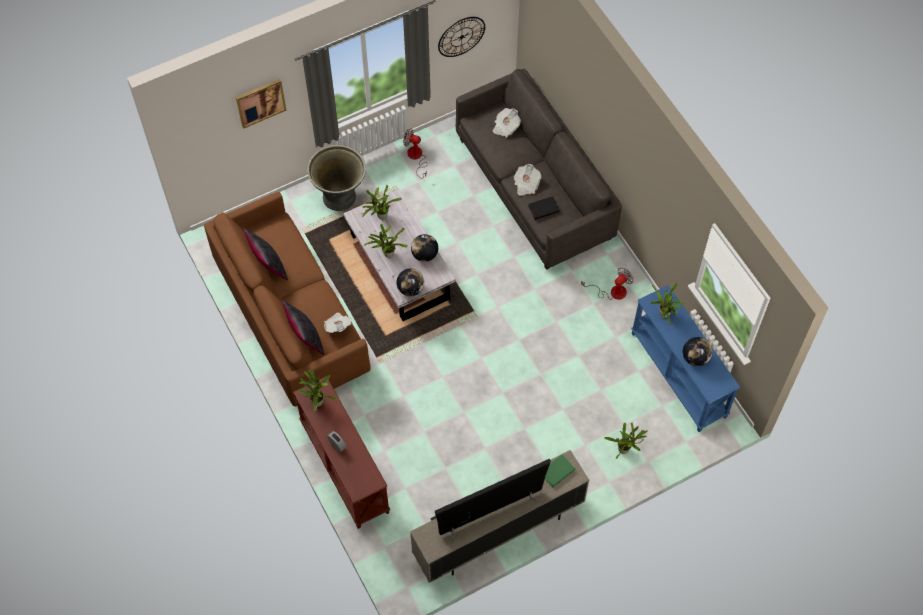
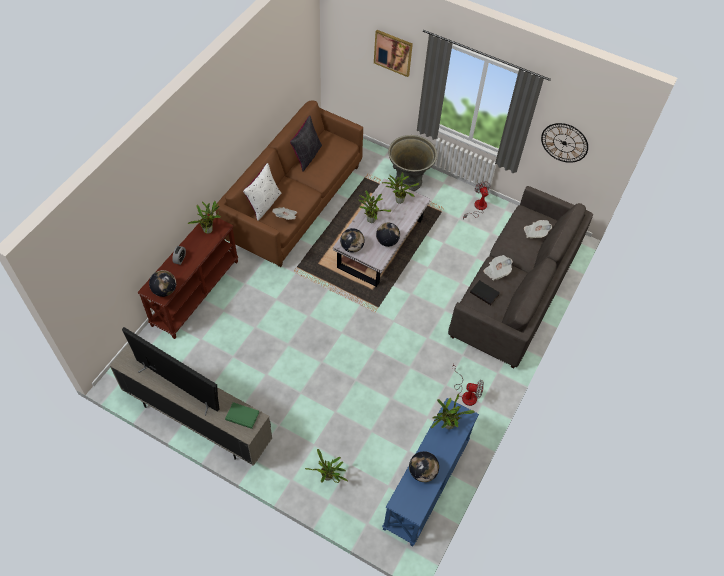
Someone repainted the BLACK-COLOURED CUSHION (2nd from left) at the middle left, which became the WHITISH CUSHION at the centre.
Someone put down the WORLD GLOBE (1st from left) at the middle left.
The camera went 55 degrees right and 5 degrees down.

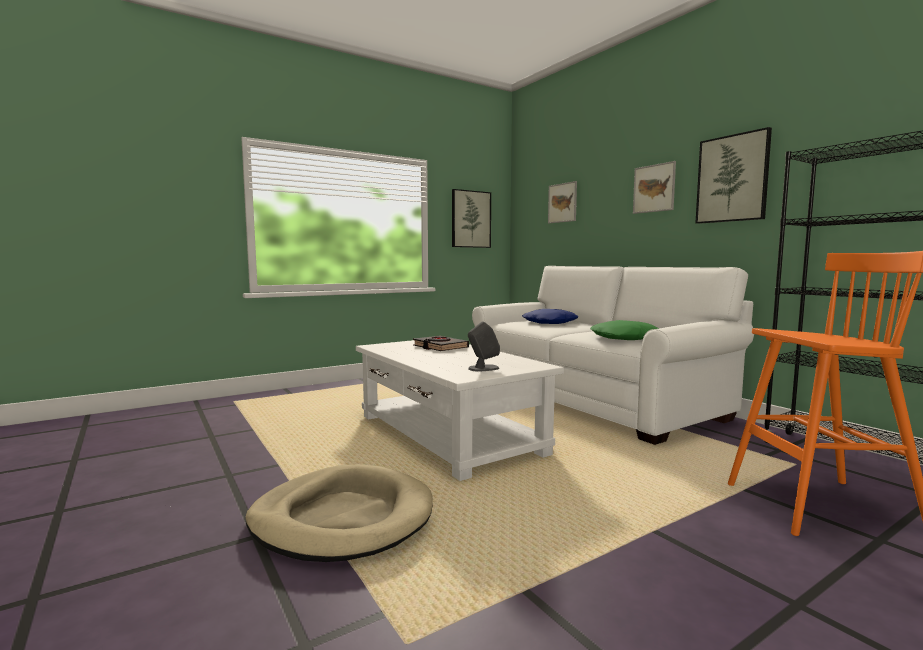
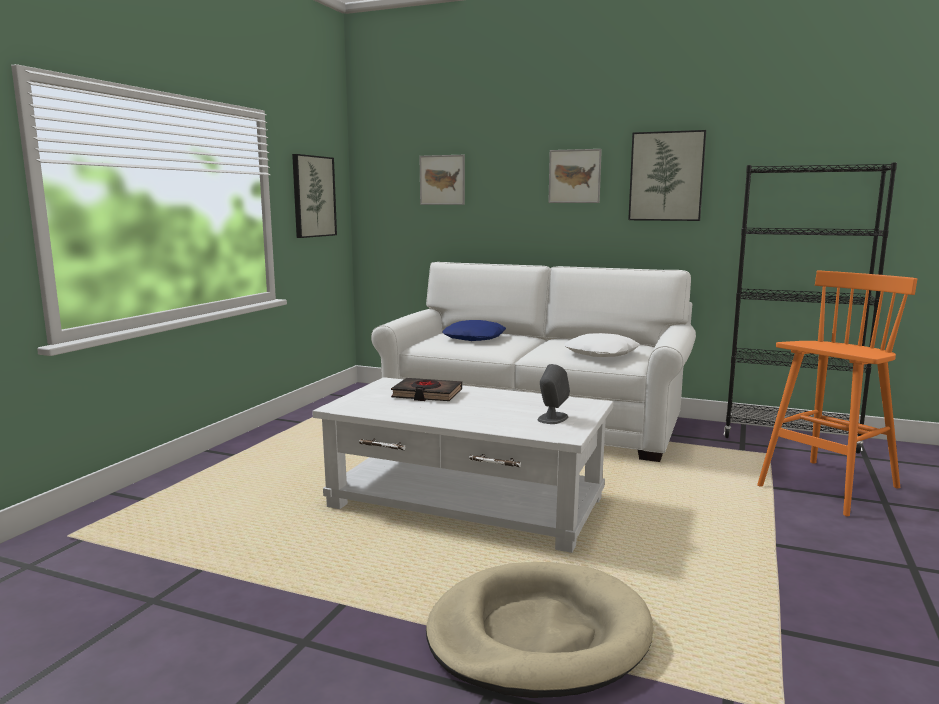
Someone repainted the GREEN CUSHION at the middle right, which became the WHITISH CUSHION at the centre.
The camera went 35 degrees left and 5 degrees up.

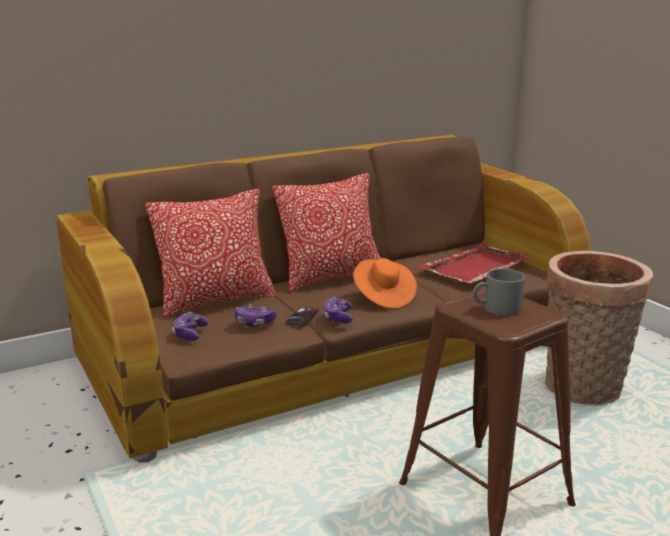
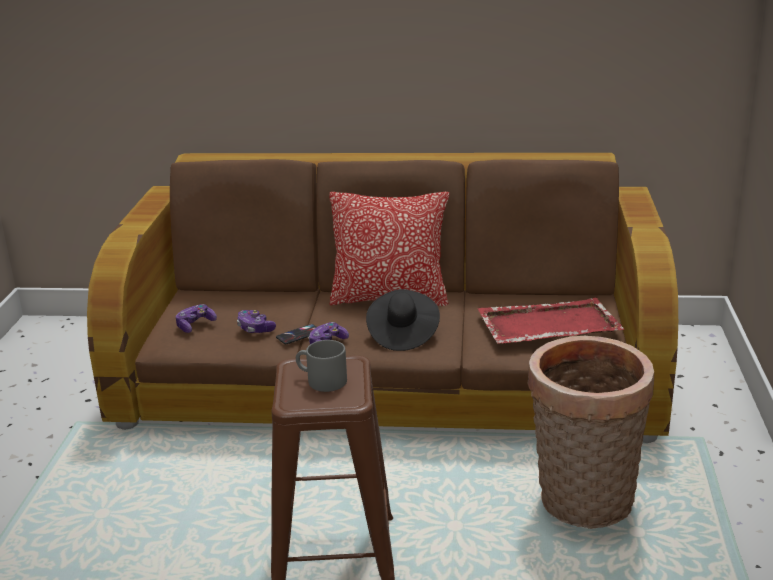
Someone took away the CUSHION (1st from left) at the middle left.
Someone repainted the ORANGEY WEARABLE HAT at the centre, which became the BLACK-COLOURED WEARABLE HAT at the centre.
The camera went 35 degrees right and 5 degrees up.

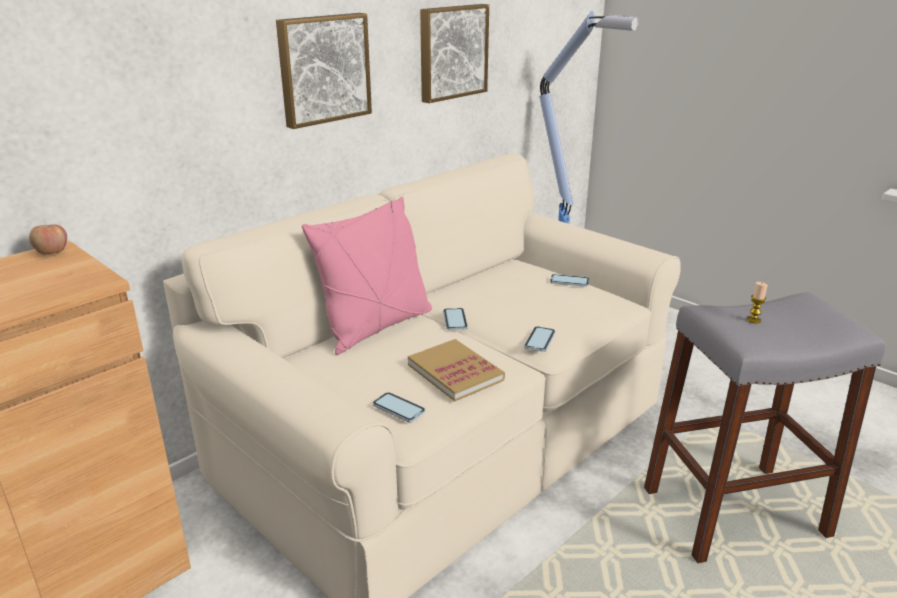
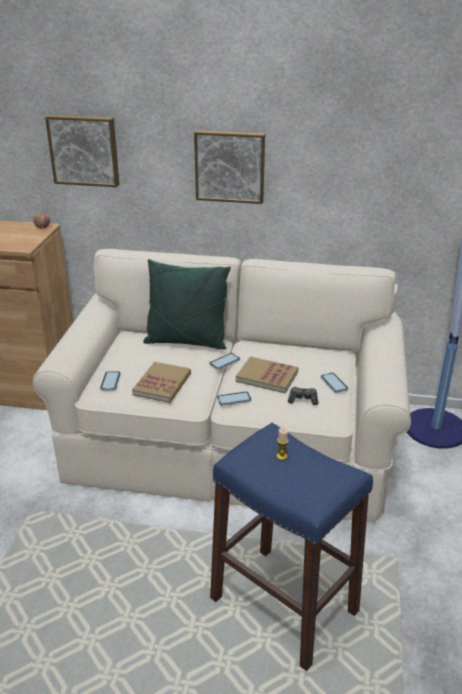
Someone carried the PICTURE (2nd from left in the first image) from the top centre to the top left.
Someone repainted the PINK-COLOURED CUSHION at the centre, which became the GREEN CUSHION at the centre.
Someone repainted the GREY STOOL SEAT at the bottom right, which became the BLUISH STOOL SEAT at the bottom centre.
Someone put down the BOOK (2nd from left) at the centre.
Someone put down the GAME CONTROLLER at the centre.
The camera went 55 degrees right and 5 degrees up.

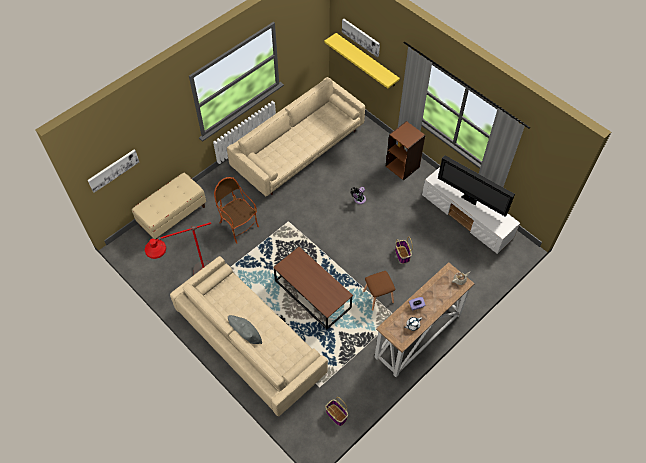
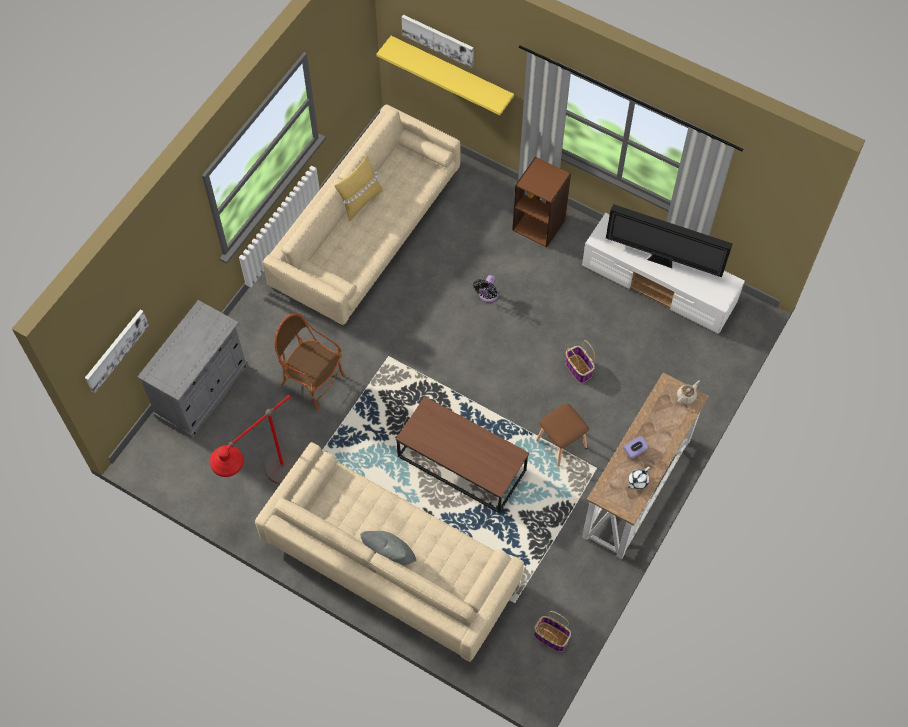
Someone swapped the SAND-COLOURED BENCH at the middle left for the GREY STORAGE CABINET at the middle left.
Someone put down the YELLOWISH CUSHION at the top centre.
The camera went 15 degrees left and 5 degrees up.

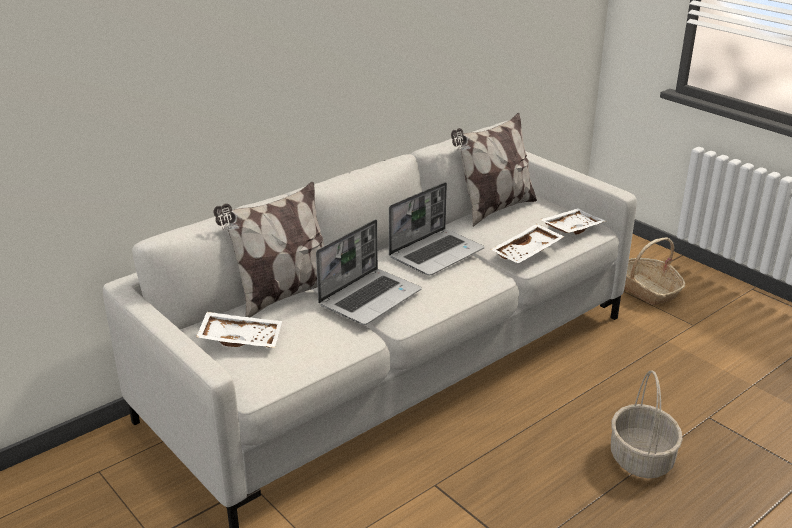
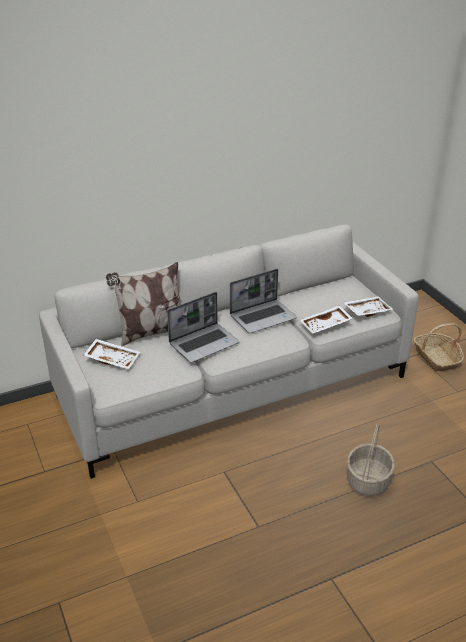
Someone took away the CUSHION (2nd from left) at the top centre.
The camera went 15 degrees right and 5 degrees up.

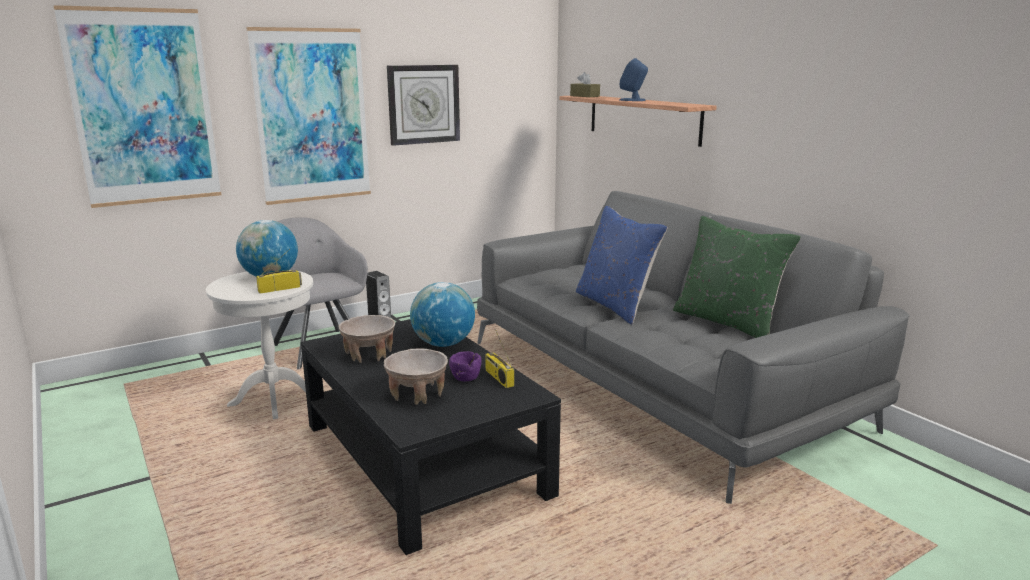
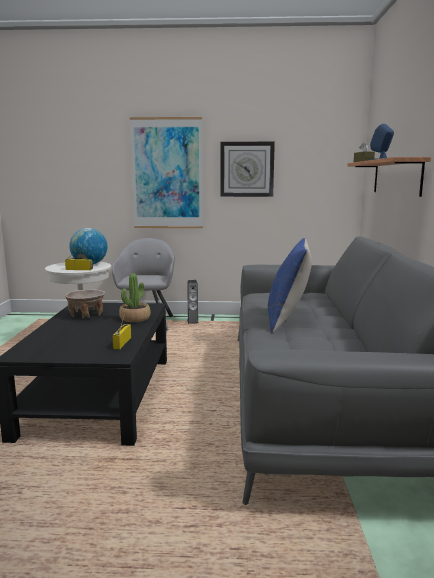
Someone took away the PICTURE (1st from left) at the top left.
Someone took away the GREEN CUSHION at the middle right.
Someone swapped the WORLD GLOBE (2nd from left) at the centre for the PLANT IN A POT at the middle left.
Someone took away the SAND-COLOURED BOWL (2nd from left) at the centre.
Someone took away the PURPLE BOWL at the centre.
The camera went 35 degrees right and 5 degrees down.

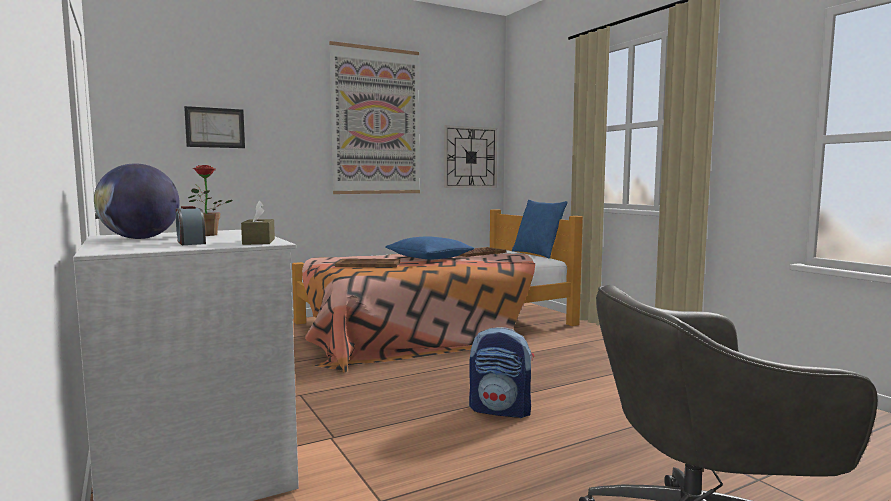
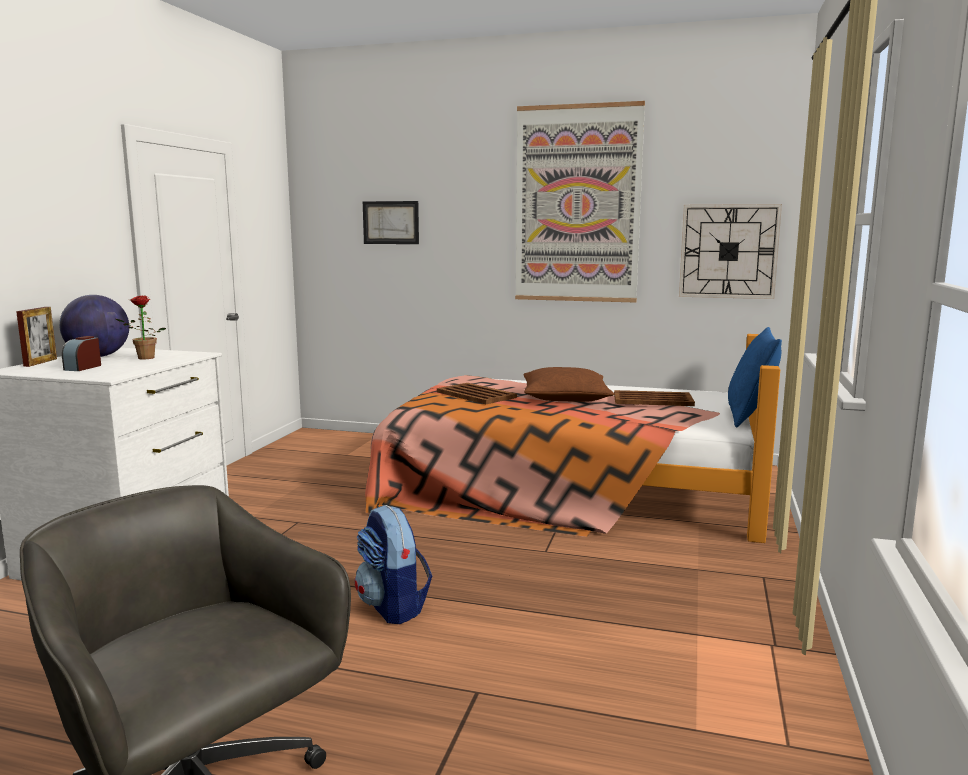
Someone took away the BROWNISH TISSUE BOX at the middle left.
Someone repainted the BLUISH CUSHION (1st from left) at the centre, which became the BROWNISH CUSHION at the centre.
Someone put down the PHOTO FRAME at the middle left.
The camera went 45 degrees right and 5 degrees up.

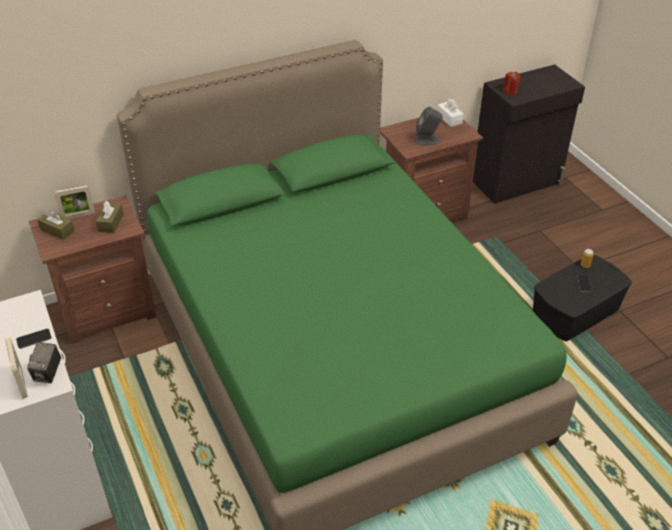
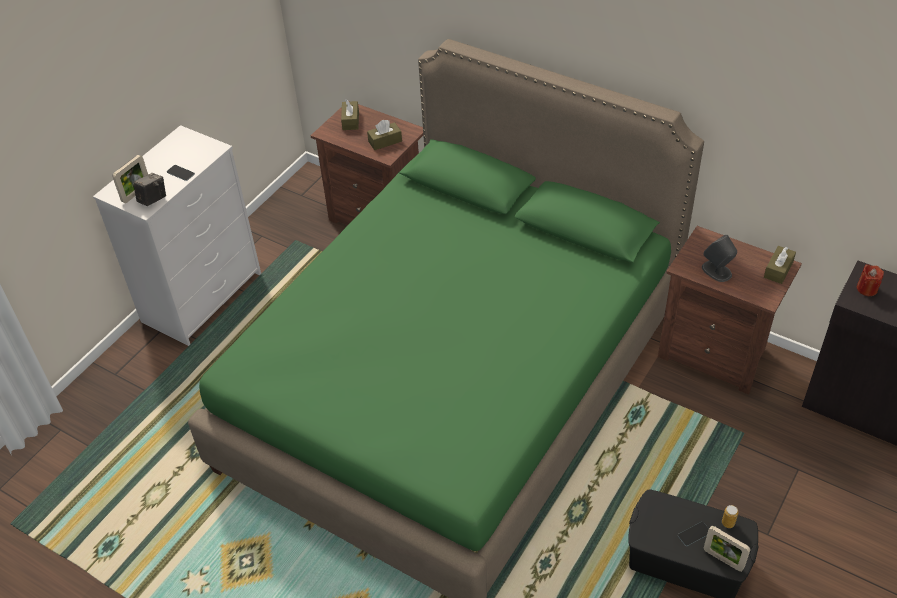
Someone repainted the WHITISH TISSUE BOX at the top right, which became the BROWNISH TISSUE BOX (3rd from left) at the middle right.
Someone carried the PHOTO FRAME (2nd from left) from the middle left to the bottom right.
Someone rotated the STILL CAMERA at the bottom left by 150 degrees clockwise.
The camera went 60 degrees right and 5 degrees up.

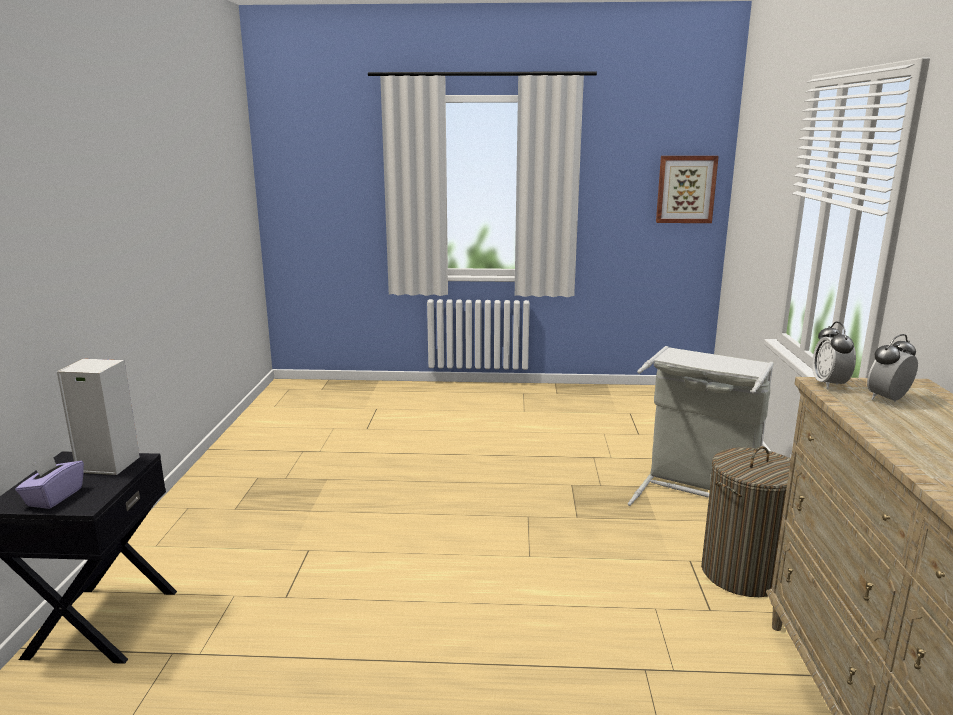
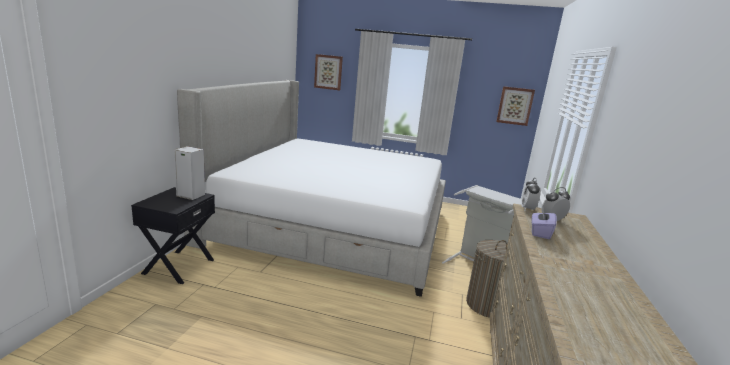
Someone carried the PURPLE TISSUE BOX from the bottom left to the middle right.
Someone put up the PICTURE (1st from left) at the top centre.
Someone put down the SLEEPING BED at the centre.
The camera went 10 degrees right and 0 degrees up.

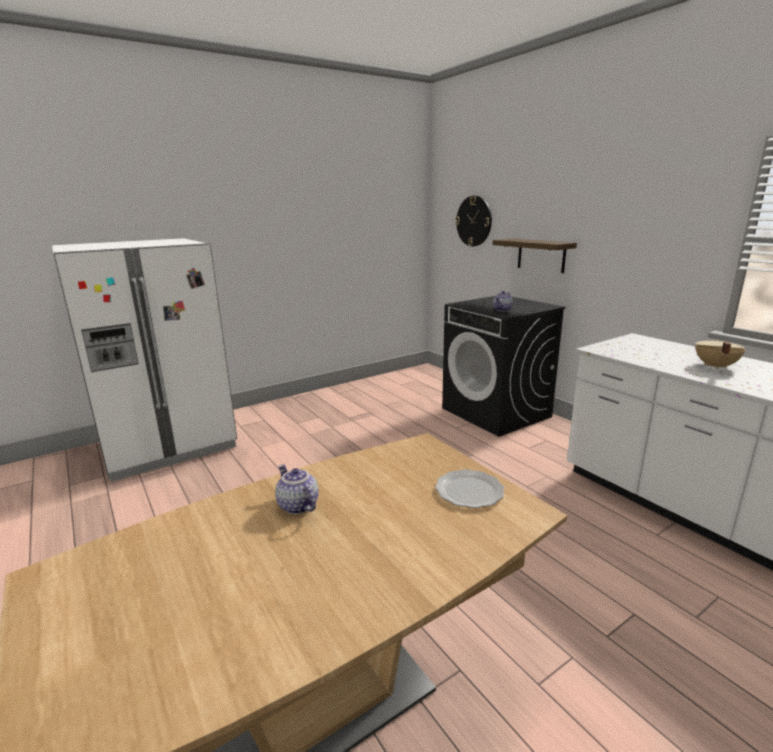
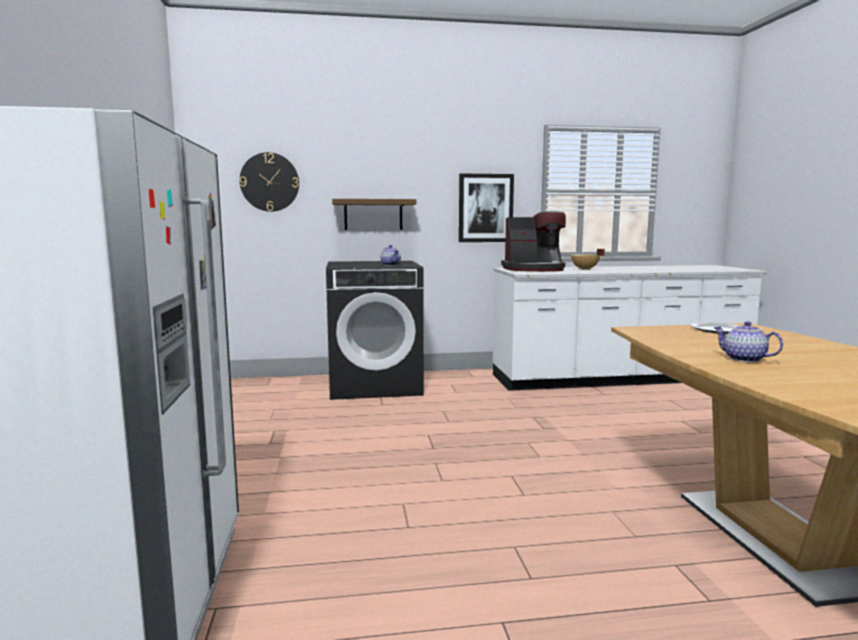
Someone rotated the TEA POT (1st from left in the first image) at the centre by 60 degrees clockwise.
Someone put up the PICTURE at the top centre.
Someone put down the COFFEE MAKER at the centre.
The camera went 65 degrees left and 10 degrees down.

